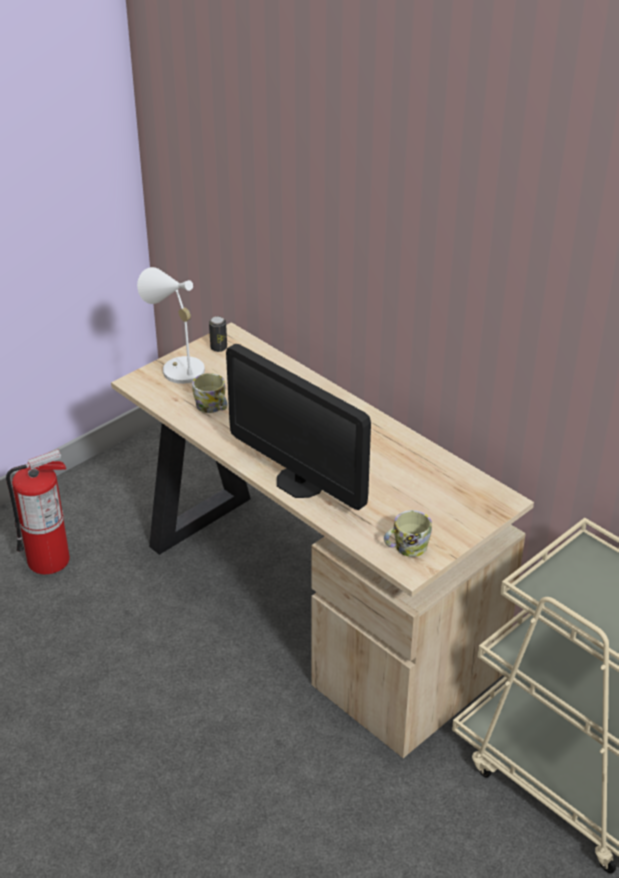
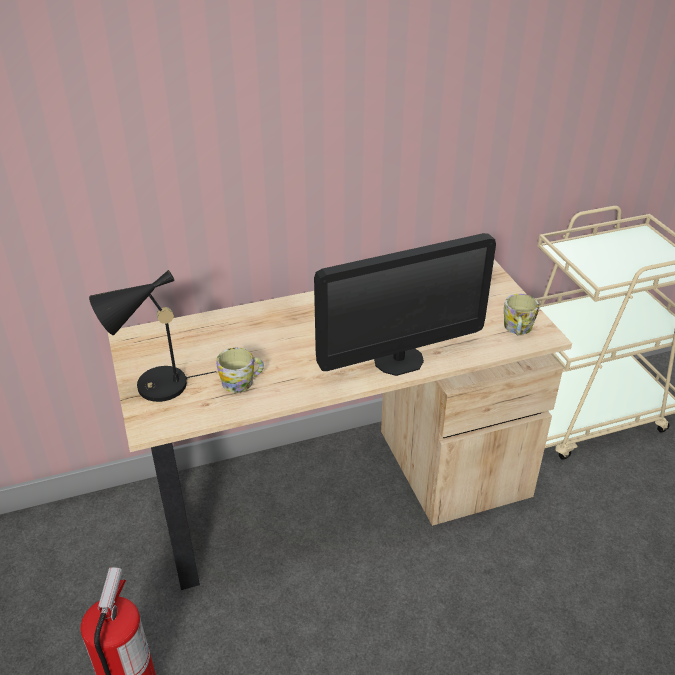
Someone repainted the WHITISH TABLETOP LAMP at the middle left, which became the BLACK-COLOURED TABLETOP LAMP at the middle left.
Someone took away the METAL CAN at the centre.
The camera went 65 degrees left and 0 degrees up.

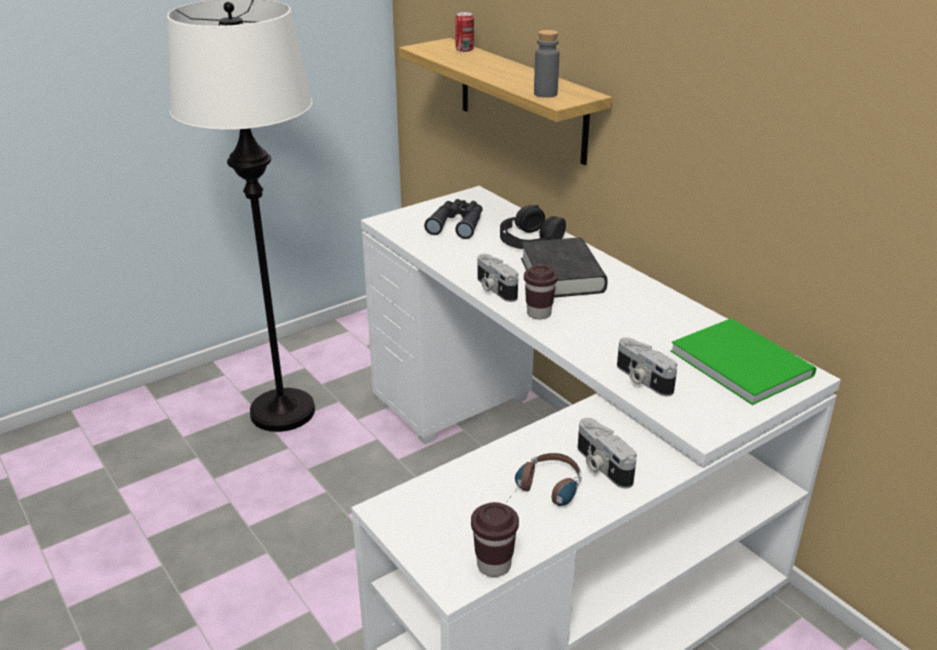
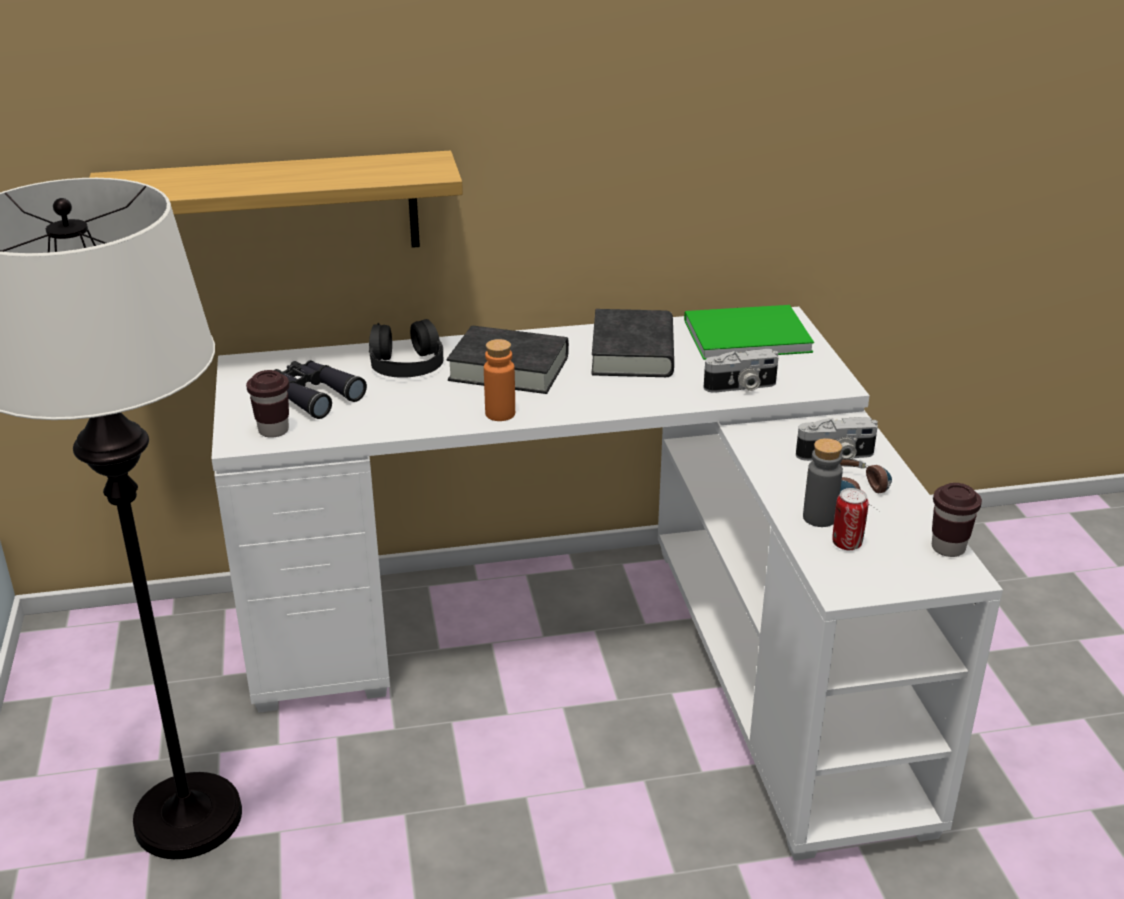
Someone carried the METAL CAN from the top centre to the middle right.
Someone carried the GREY DRINK BOTTLE from the top centre to the middle right.
Someone swapped the STILL CAMERA (1st from left) at the centre for the ORANGEY DRINK BOTTLE at the centre.
Someone carried the BROWNISH SMALL CUP (2nd from left in the first image) from the centre to the middle left.
Someone put down the BLACK-COLOURED BOOK (2nd from left) at the centre.
The camera went 65 degrees left and 0 degrees up.

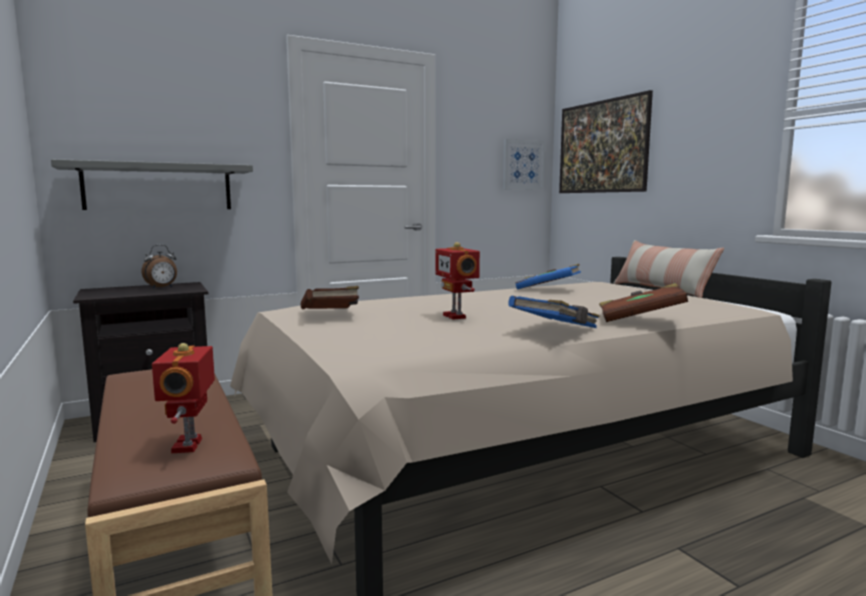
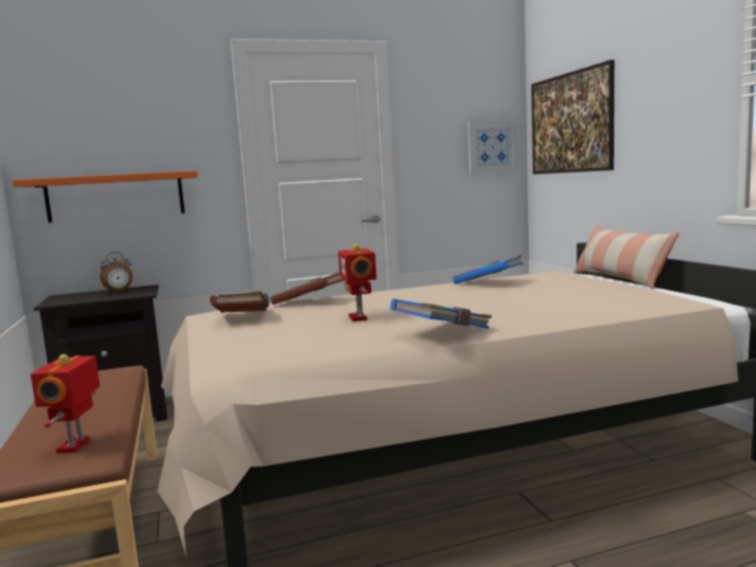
Someone repainted the GREY BRACKET SHELF at the top left, which became the ORANGEY BRACKET SHELF at the middle left.
Someone carried the BROWNISH BOOK (2nd from left) from the middle right to the centre.
The camera went 10 degrees right and 0 degrees up.

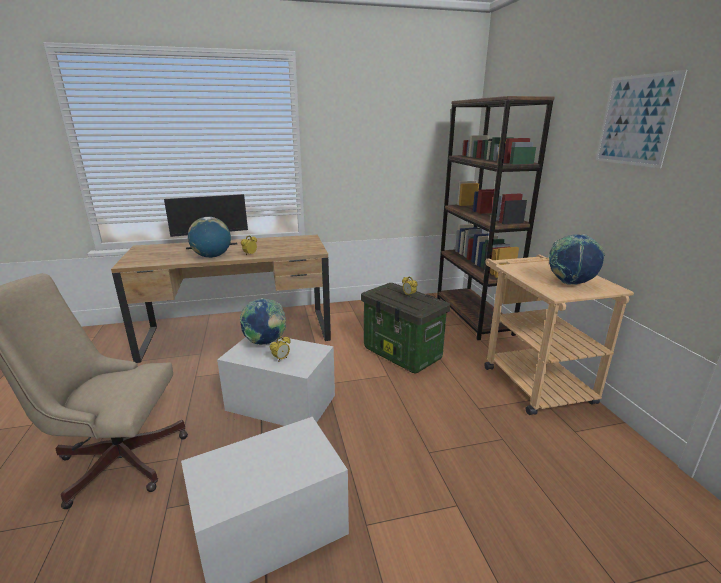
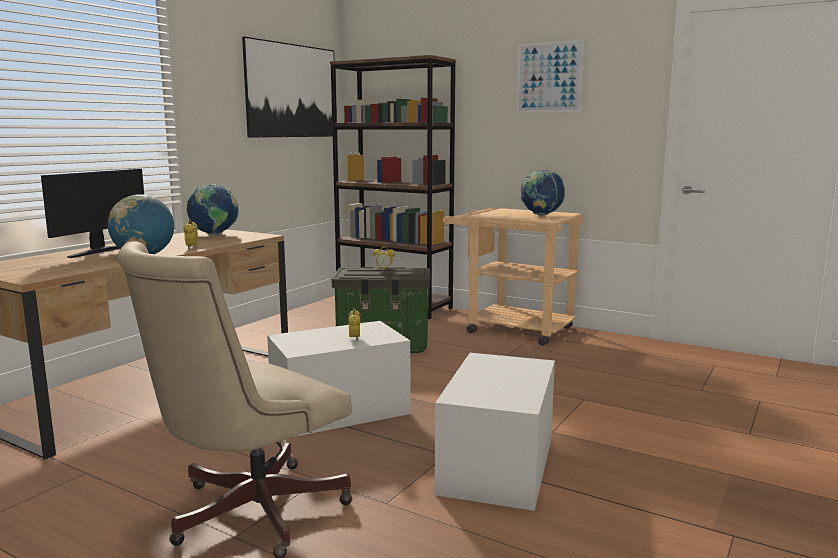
Someone carried the WORLD GLOBE (2nd from left) from the centre to the middle left.
Someone put up the PICTURE (1st from left) at the top centre.
The camera went 45 degrees left and 10 degrees down.

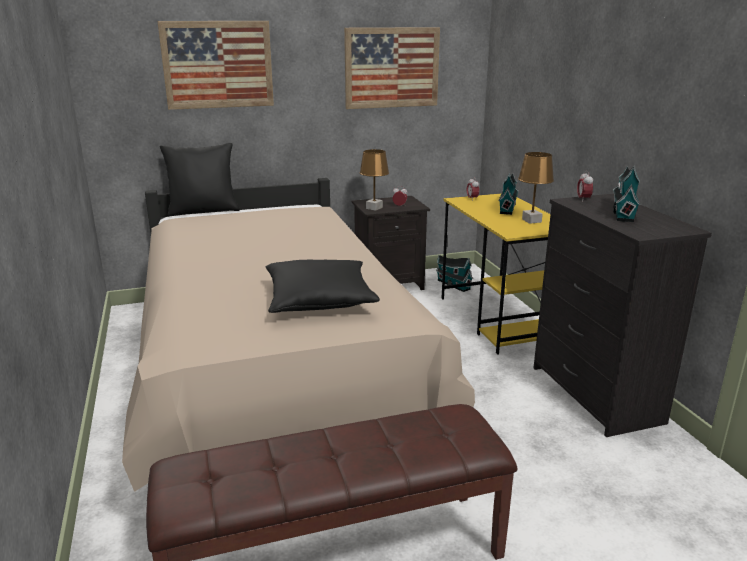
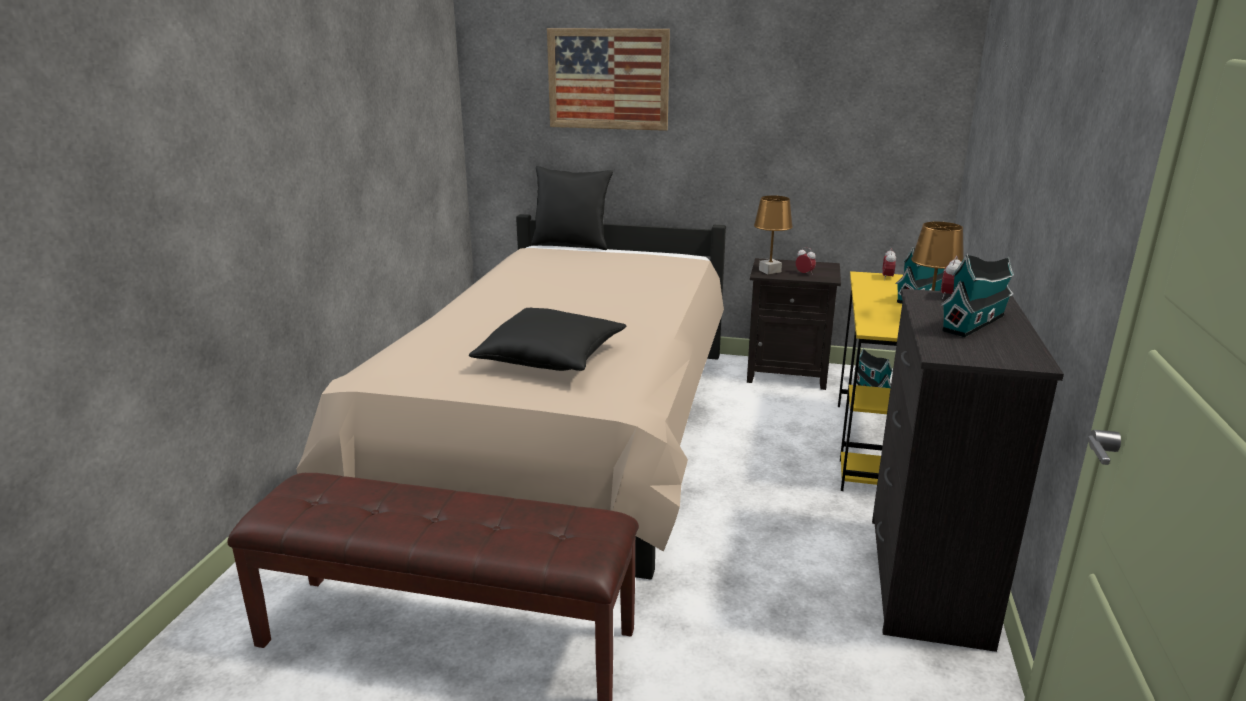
Someone took away the PICTURE (2nd from left) at the top centre.
The camera went 30 degrees right and 0 degrees up.

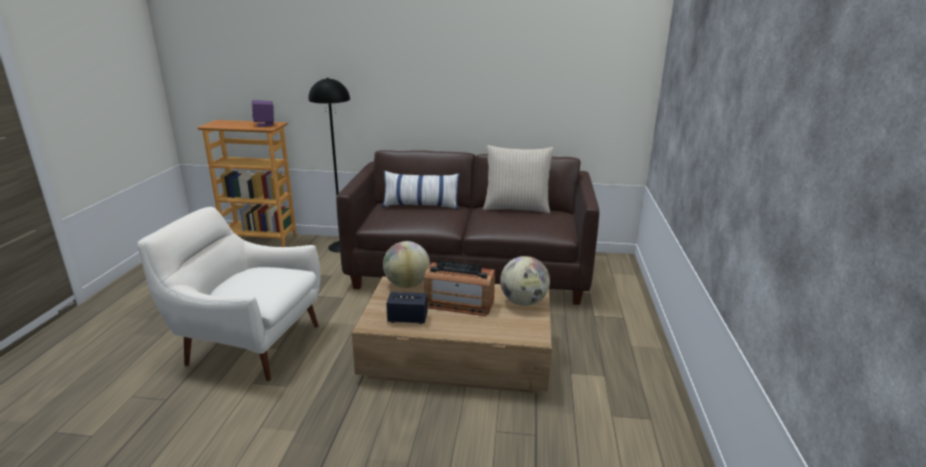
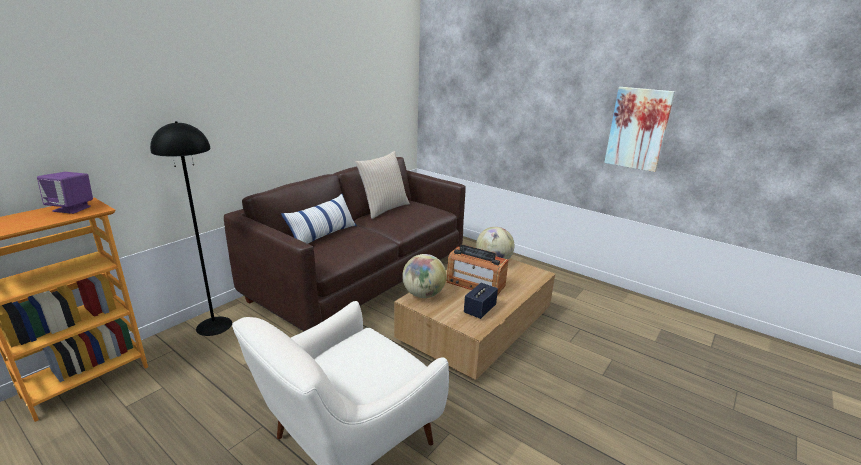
Someone rotated the RADIO at the centre by 75 degrees clockwise.
Someone put up the PICTURE at the top right.
The camera went 60 degrees left and 0 degrees up.

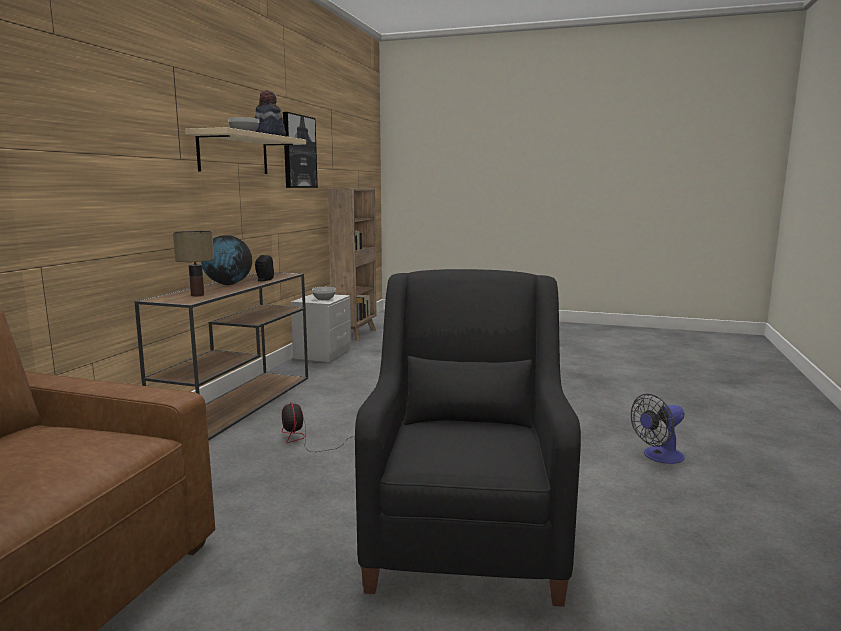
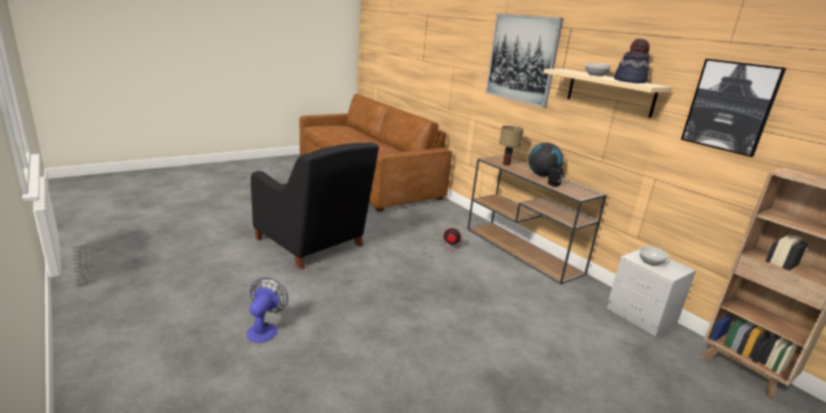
Someone put up the PICTURE (1st from left) at the top centre.
The camera went 125 degrees right and 10 degrees up.

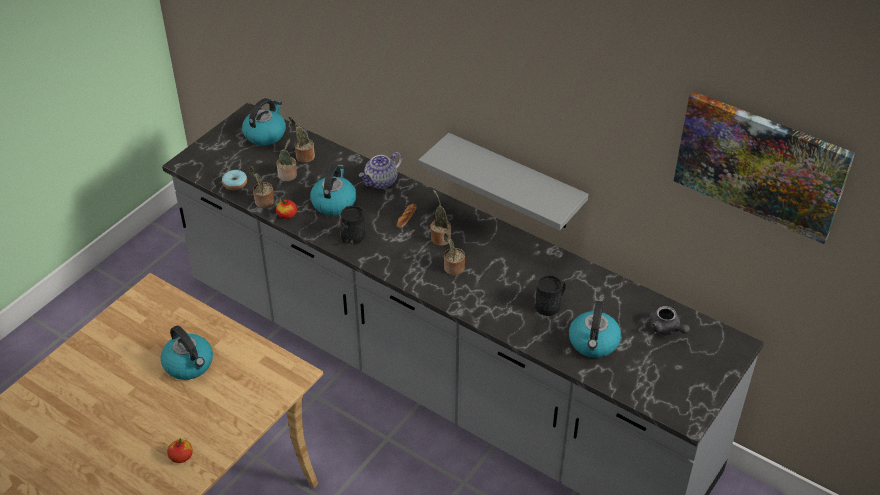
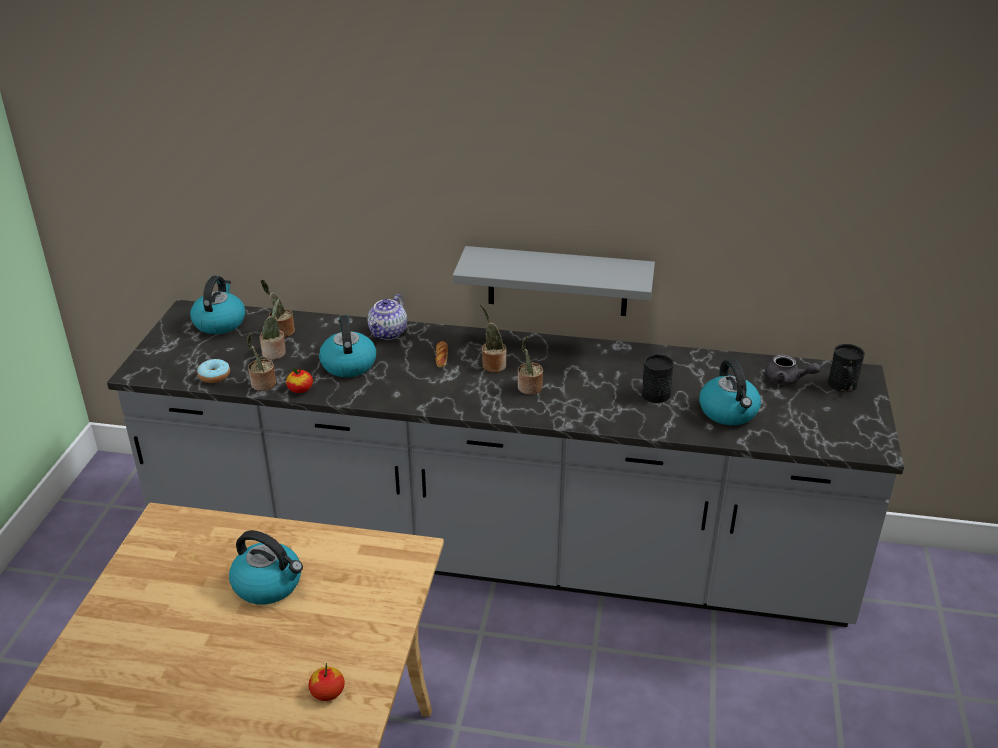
Someone took away the PICTURE at the middle right.
Someone carried the BLACK-COLOURED MUG (1st from left in the first image) from the centre to the middle right.
The camera went 25 degrees left and 10 degrees down.

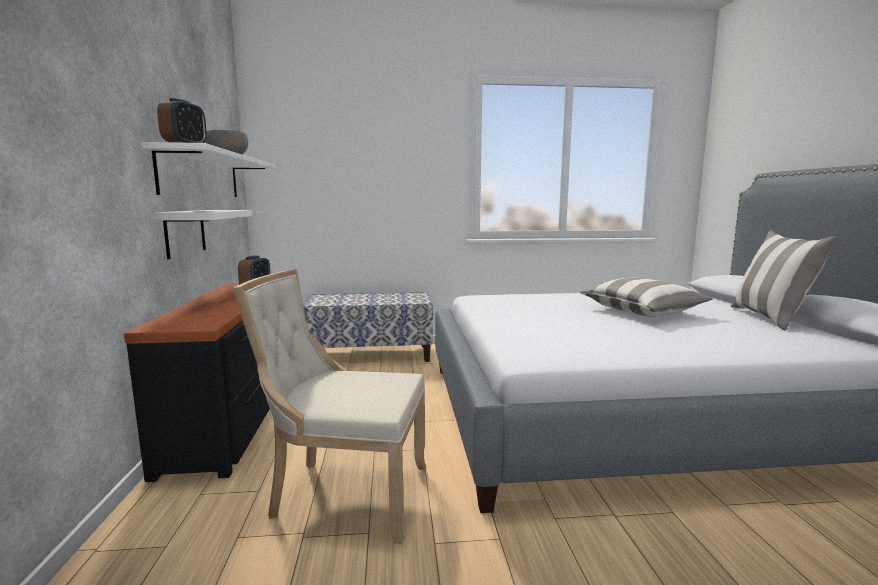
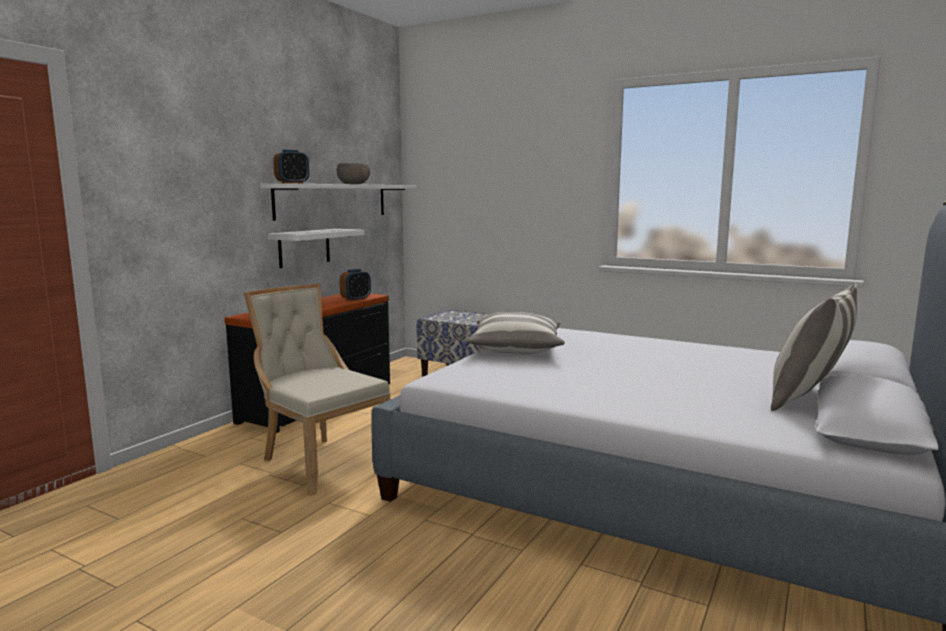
Someone carried the CUSHION (1st from left) from the middle right to the centre.
The camera went 35 degrees right and 0 degrees up.

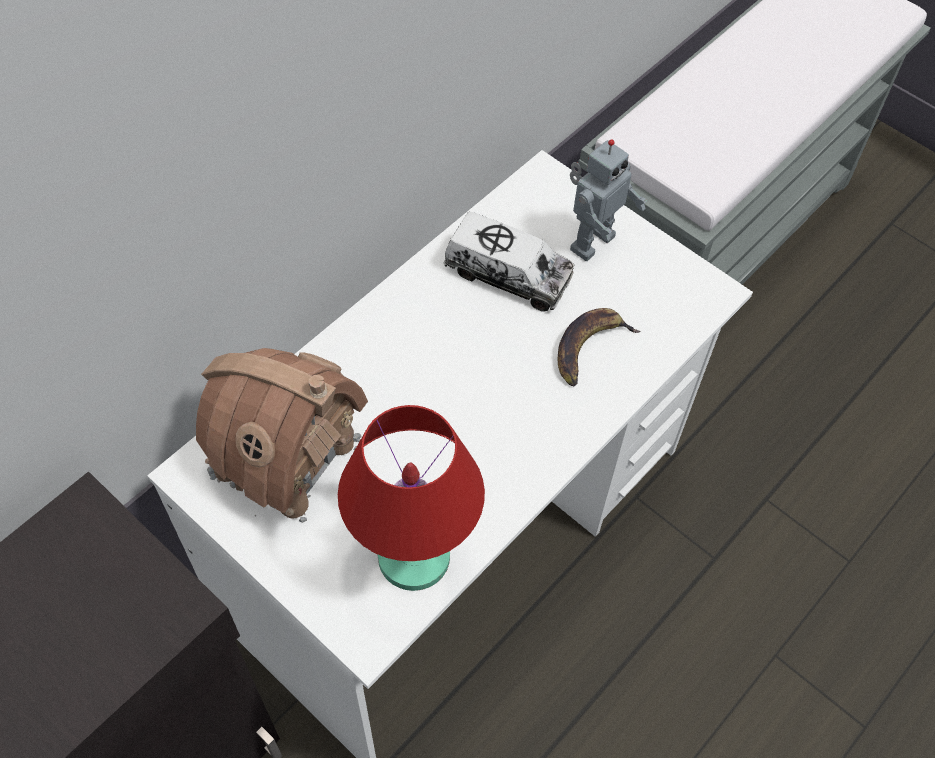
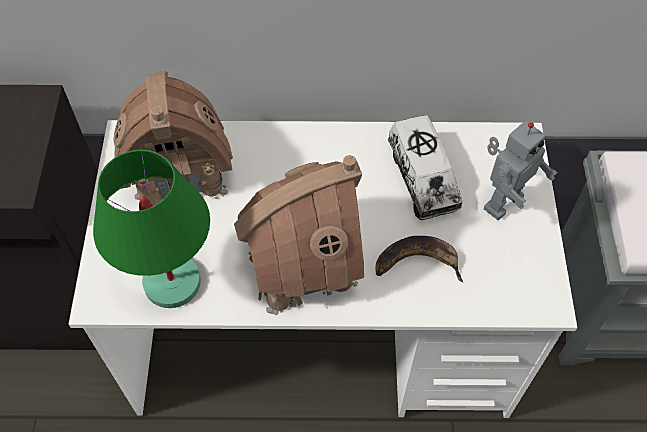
Someone rotated the ROBOT FIGURE at the top centre by 45 degrees counterclockwise.
Someone repainted the RED-COLOURED TABLETOP LAMP at the centre, which became the GREEN TABLETOP LAMP at the middle left.
Someone put down the MODEL HOUSE (2nd from left) at the centre.
The camera went 50 degrees right and 0 degrees up.

